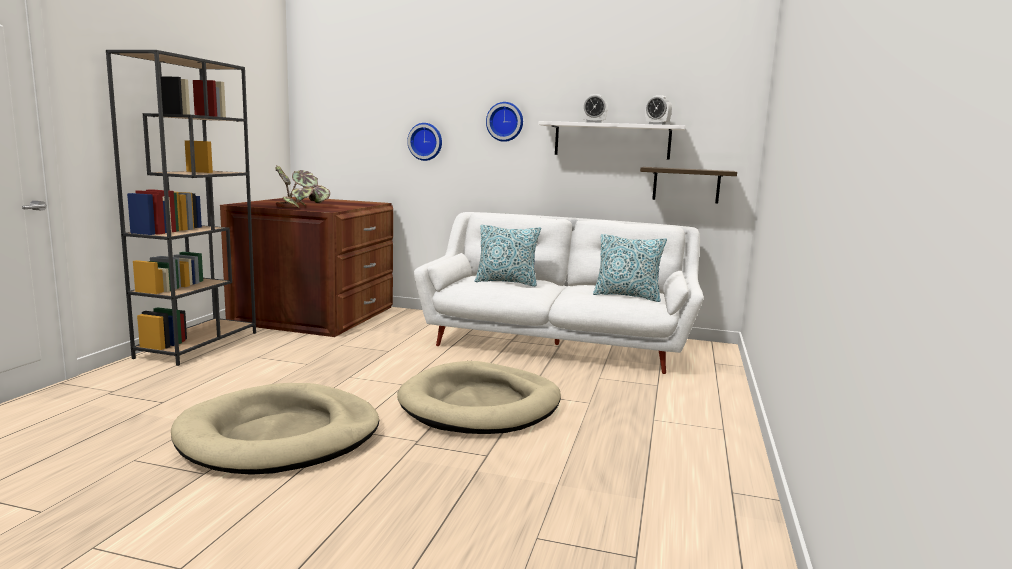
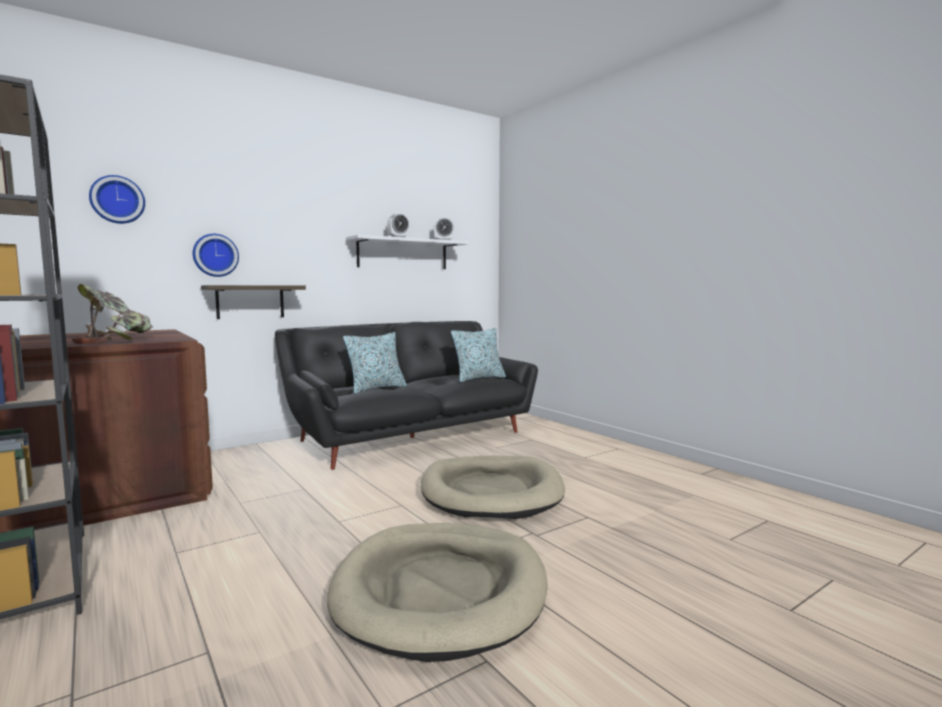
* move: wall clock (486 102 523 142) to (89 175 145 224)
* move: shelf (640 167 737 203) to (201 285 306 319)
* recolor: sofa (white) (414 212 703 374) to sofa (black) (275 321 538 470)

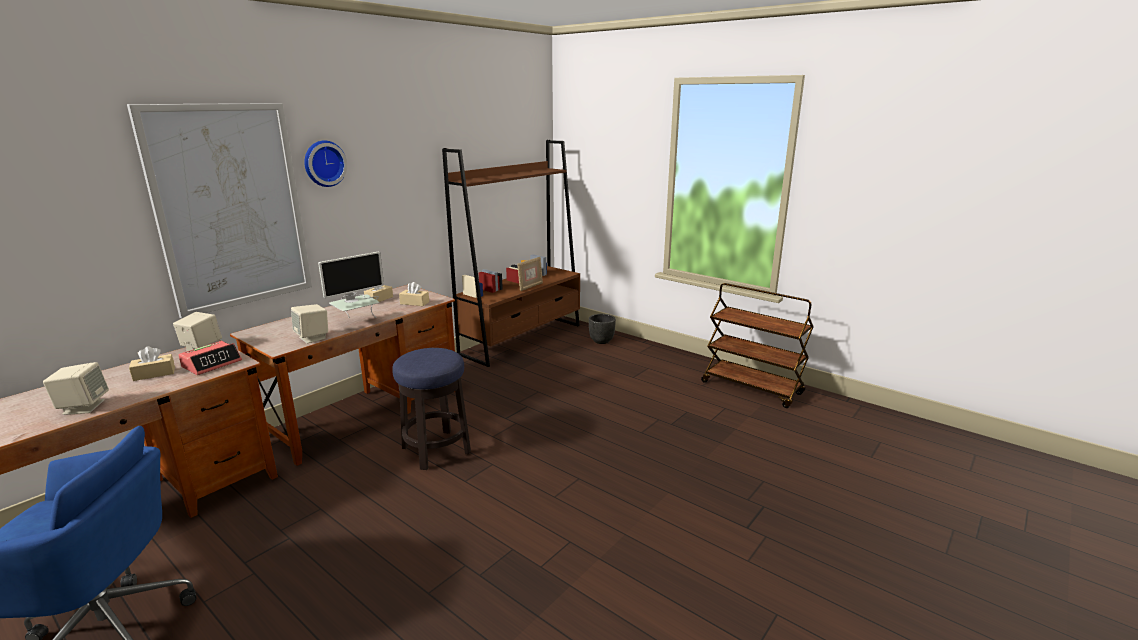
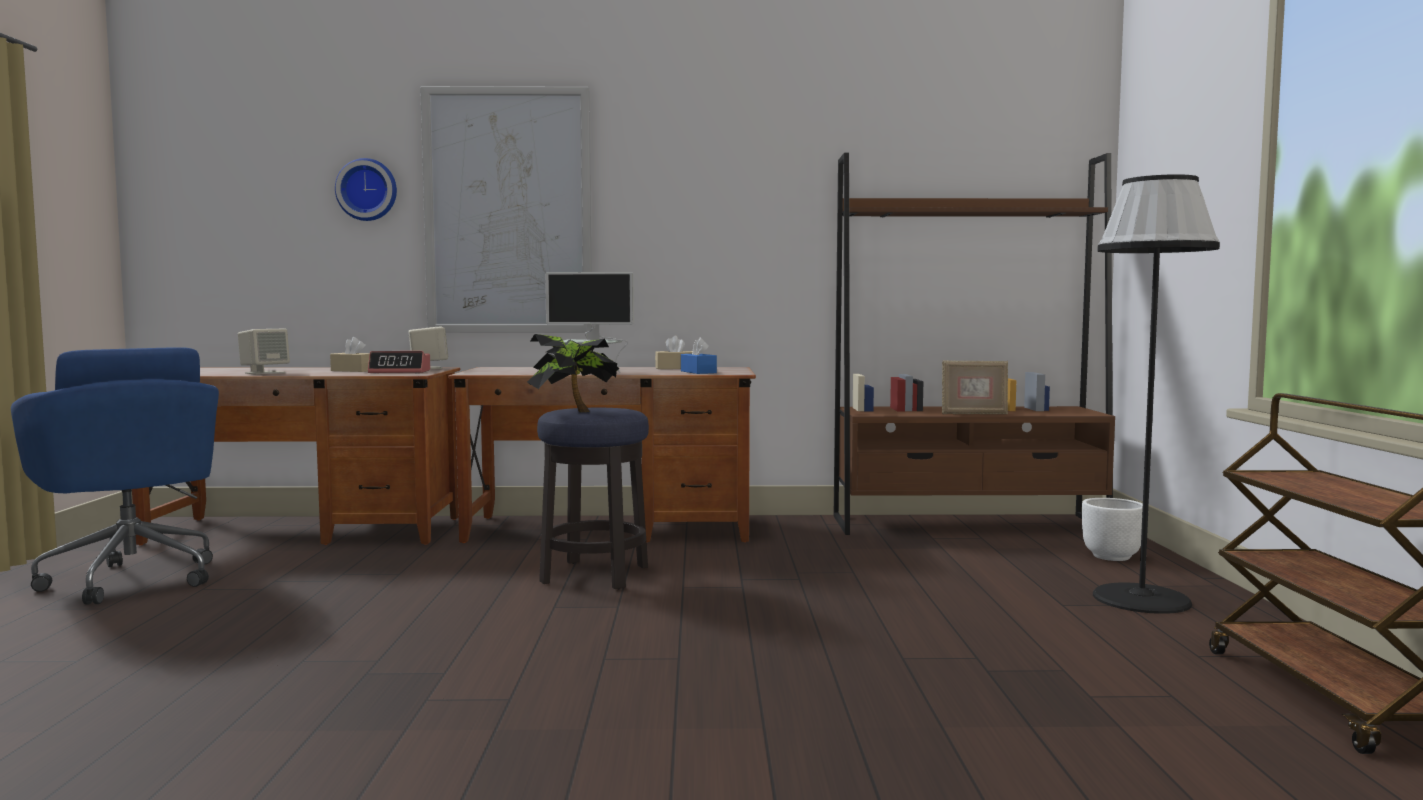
* move: wall clock (304 140 347 187) to (335 158 397 221)
* recolor: tissue box (beige) (399 282 429 306) to tissue box (blue) (681 338 717 374)
* delete: speaker (beige) (291 304 328 344)
* recolor: planter (black) (589 314 616 344) to planter (white) (1082 498 1143 561)
* insert: floor lamp (black) (1093 174 1220 614)
* insert: potted plant (527 334 619 412)

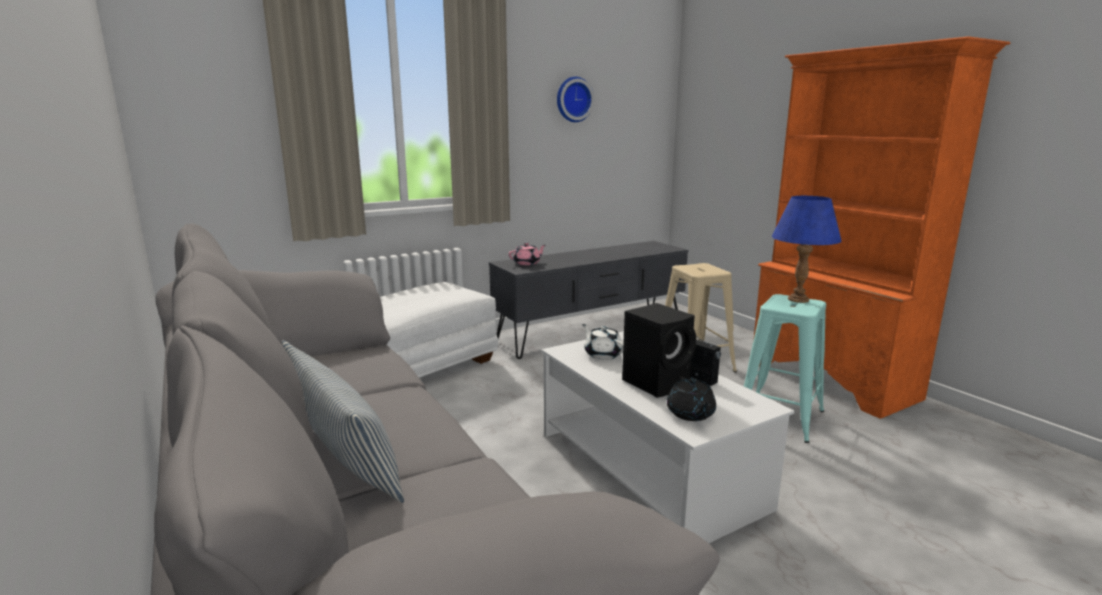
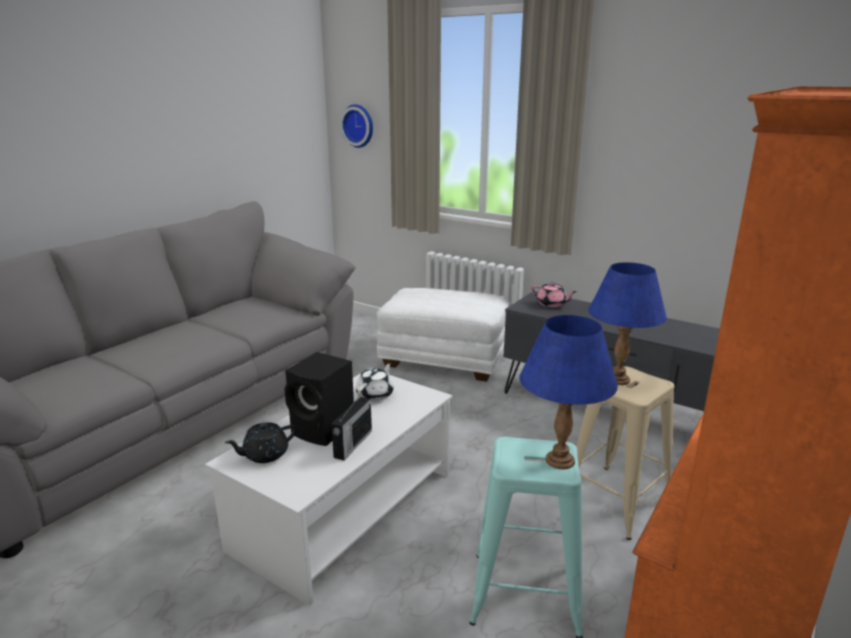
* move: wall clock (557 77 594 122) to (340 104 373 148)
* delete: pillow (282 340 404 503)
* insert: table lamp (blue) (588 262 667 385)

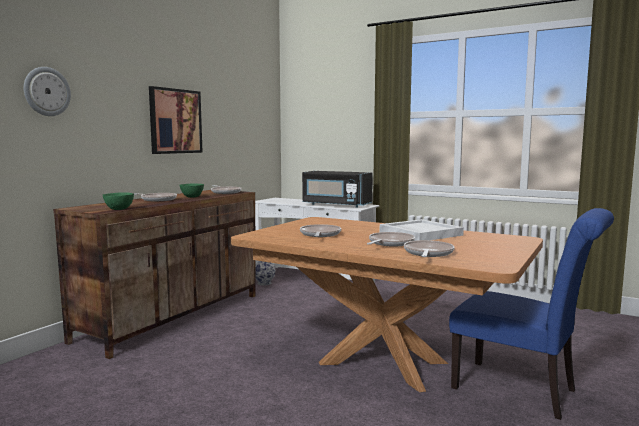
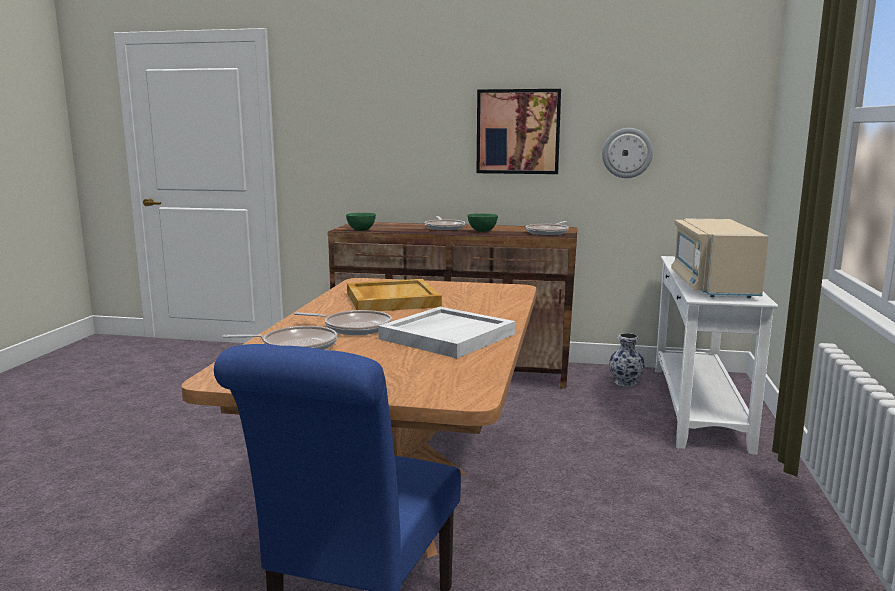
* move: wall clock (24 67 71 116) to (602 128 653 178)
* recolor: microwave (black) (302 171 373 208) to microwave (beige) (671 219 769 298)
* replace: frying pan (300 224 341 237) to tray (beige) (347 279 442 311)

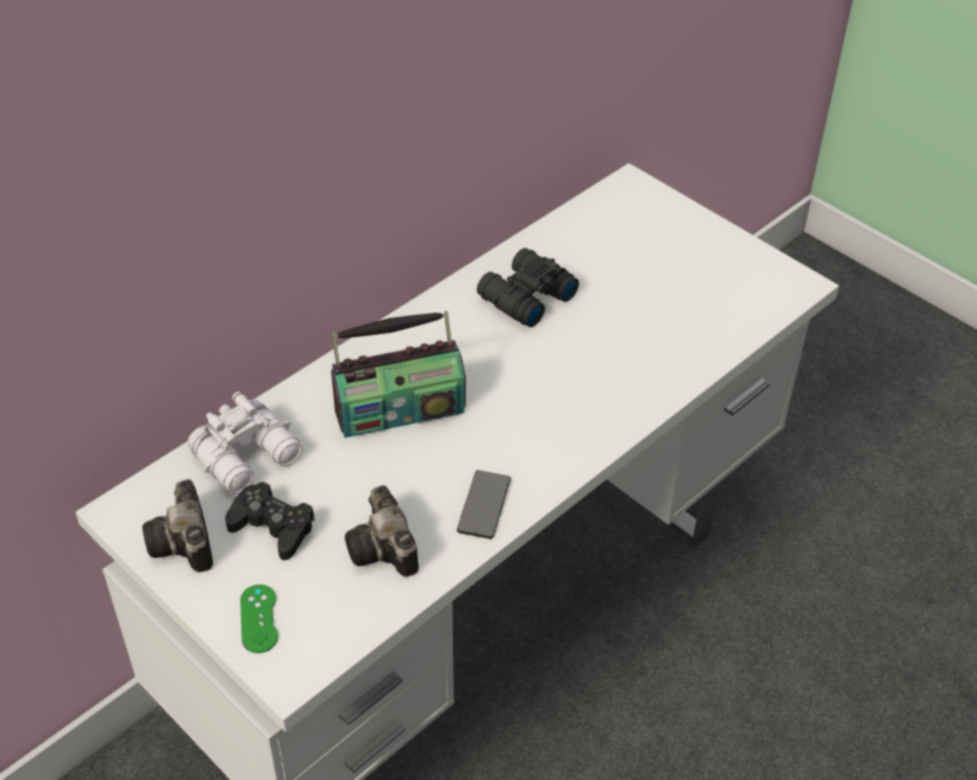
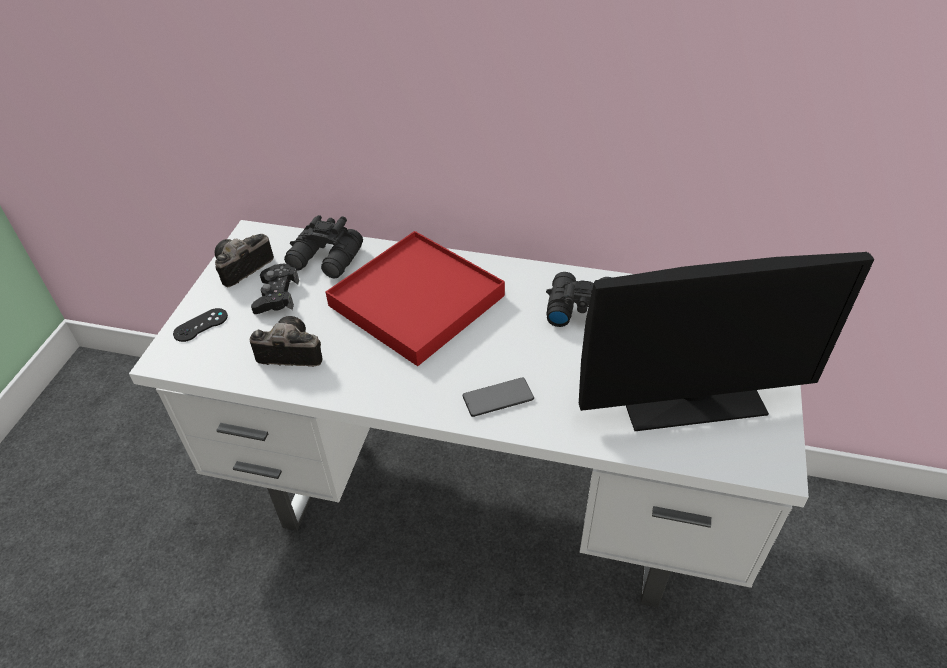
* replace: radio (331 311 466 438) to tray (red) (326 231 505 366)
* recolor: binoculars (white) (187 392 303 494) to binoculars (black) (284 215 363 278)
* move: phone (457 470 511 539) to (463 377 534 417)
* rotate: photo camera (345 485 419 577) = (250 316 322 367) 60 degrees clockwise
* recolor: game controller (green) (240 584 278 653) to game controller (black) (173 308 228 342)
* insert: monitor (579 252 874 431)

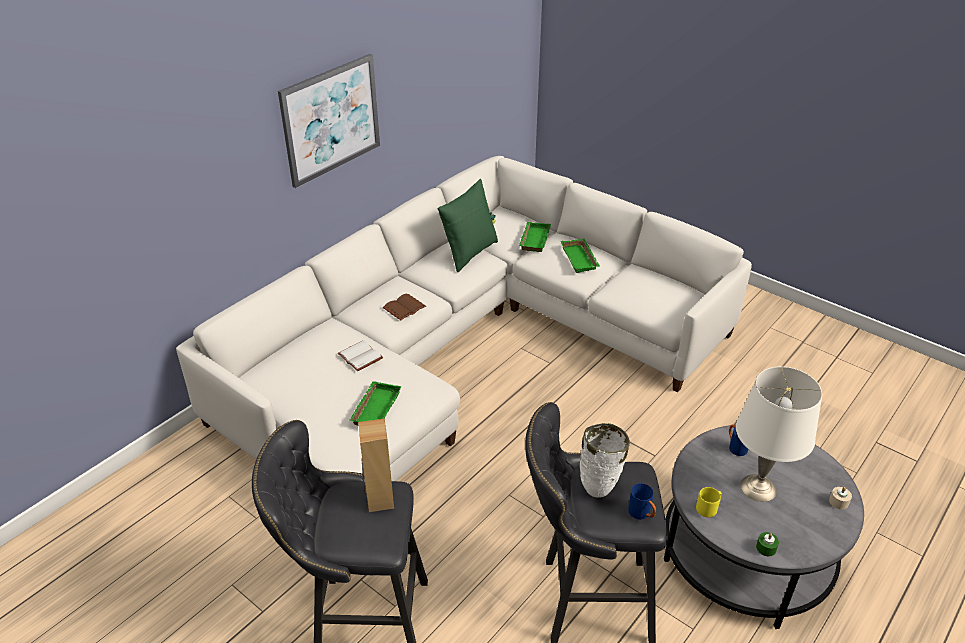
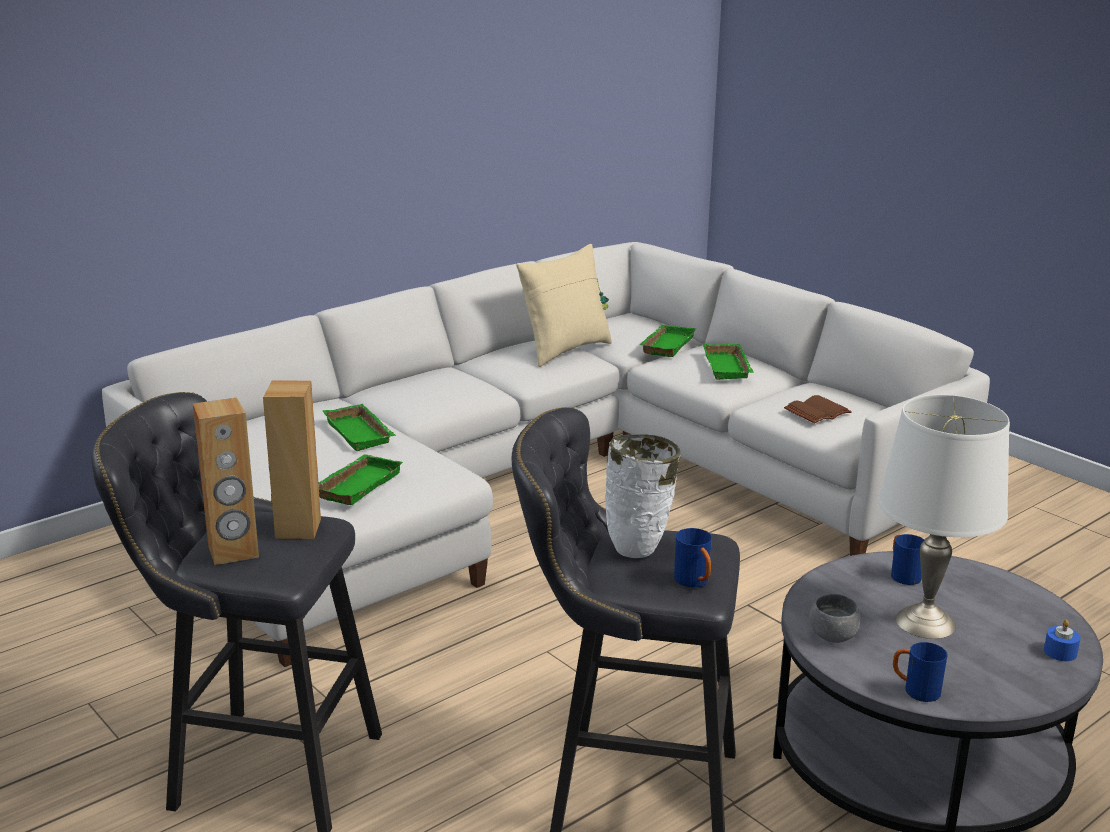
* delete: picture (278 54 380 188)
* recolor: pillow (green) (438 179 498 272) to pillow (beige) (516 244 612 367)
* move: book (brown) (383 293 426 320) to (784 395 852 423)
* replace: book (white) (338 340 383 371) to tray (green) (323 404 396 451)
* replace: mug (yellow) (696 487 722 517) to bowl (grey) (809 594 860 643)
* recolor: candle (beige) (829 487 852 509) to candle (blue) (1044 620 1081 661)
* replace: candle (green) (756 532 779 557) to mug (blue) (893 642 948 702)
* insert: speaker (brown) (193 398 259 565)

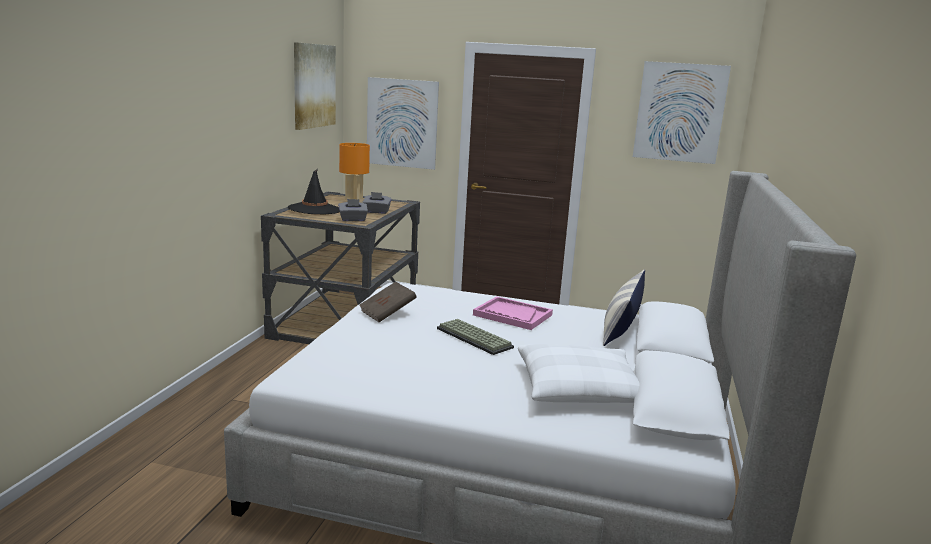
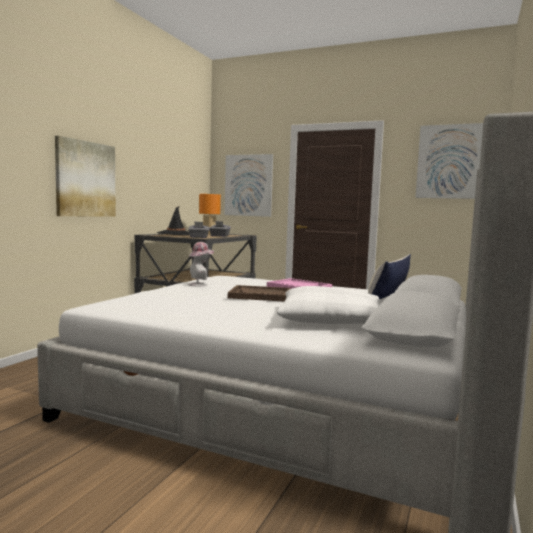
* move: picture (294 42 336 130) to (55 136 116 217)
* replace: book (brown) (359 282 417 322) to hat (188 242 214 286)
* replace: keyboard (437 319 514 355) to tray (brown) (228 285 291 302)

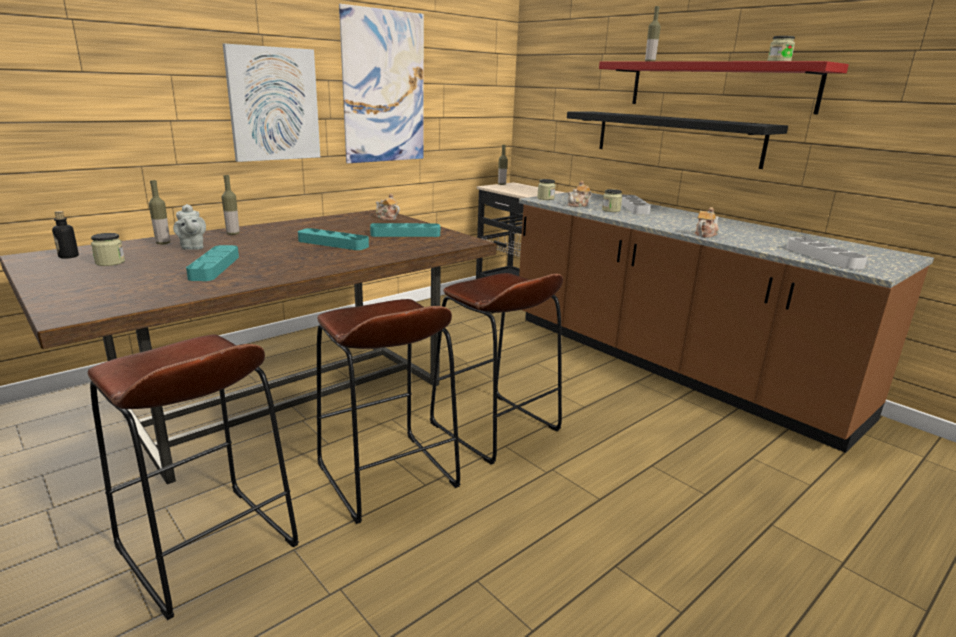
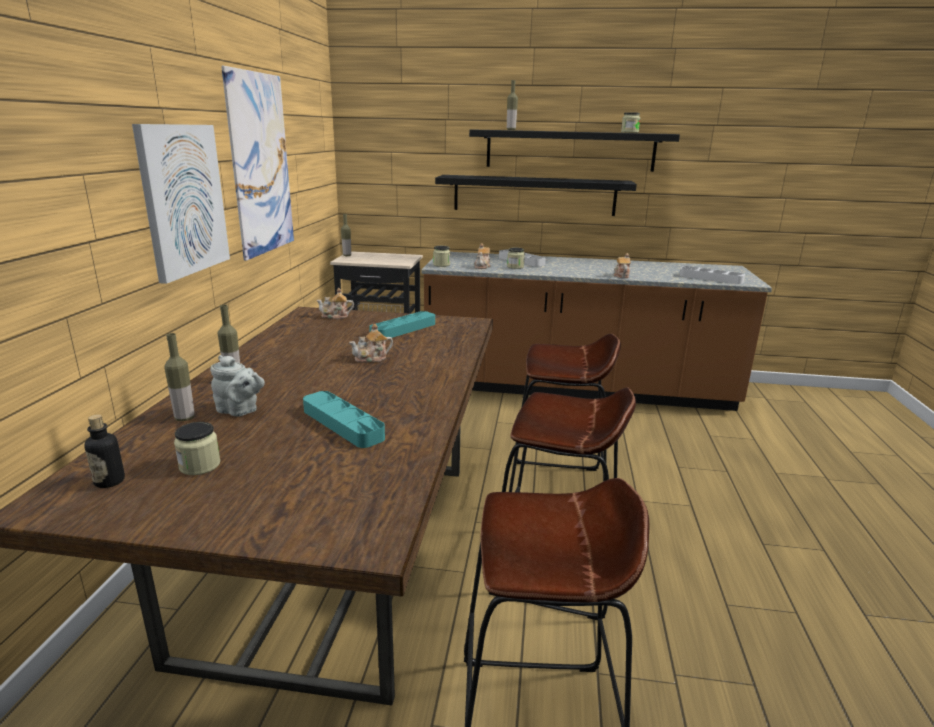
* recolor: shelf (red) (599 61 849 114) to shelf (black) (469 130 680 172)
* replace: tray (turquoise) (298 228 369 250) to teapot (349 324 393 363)

